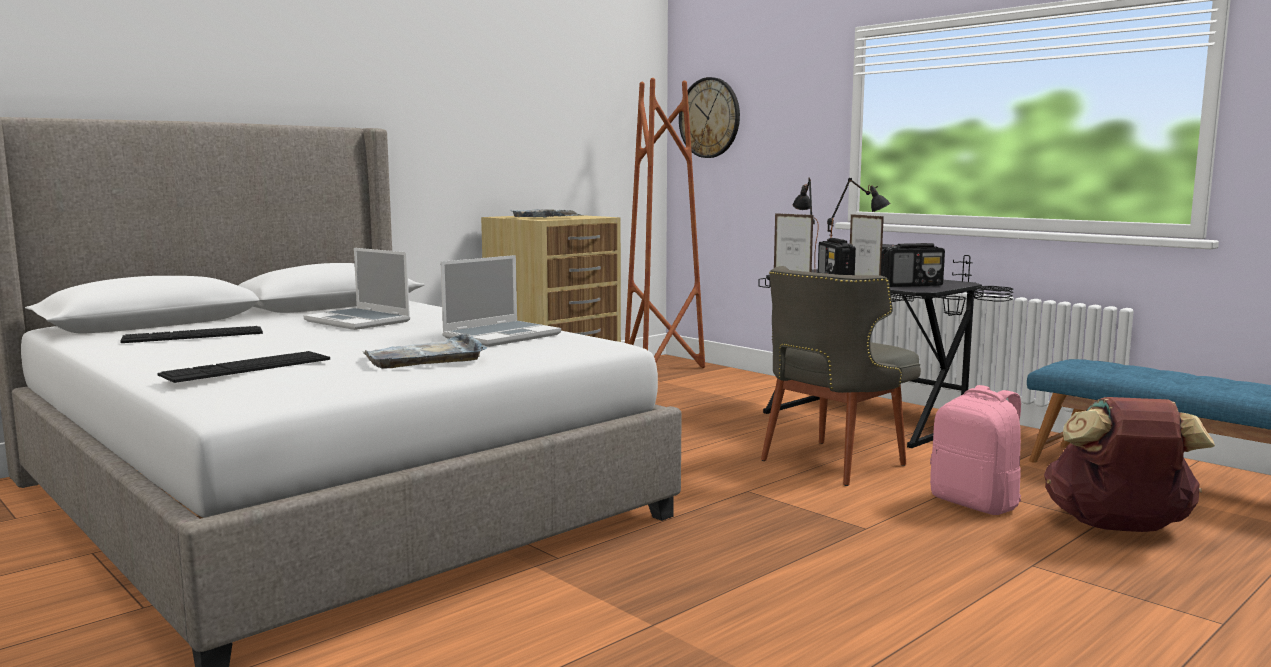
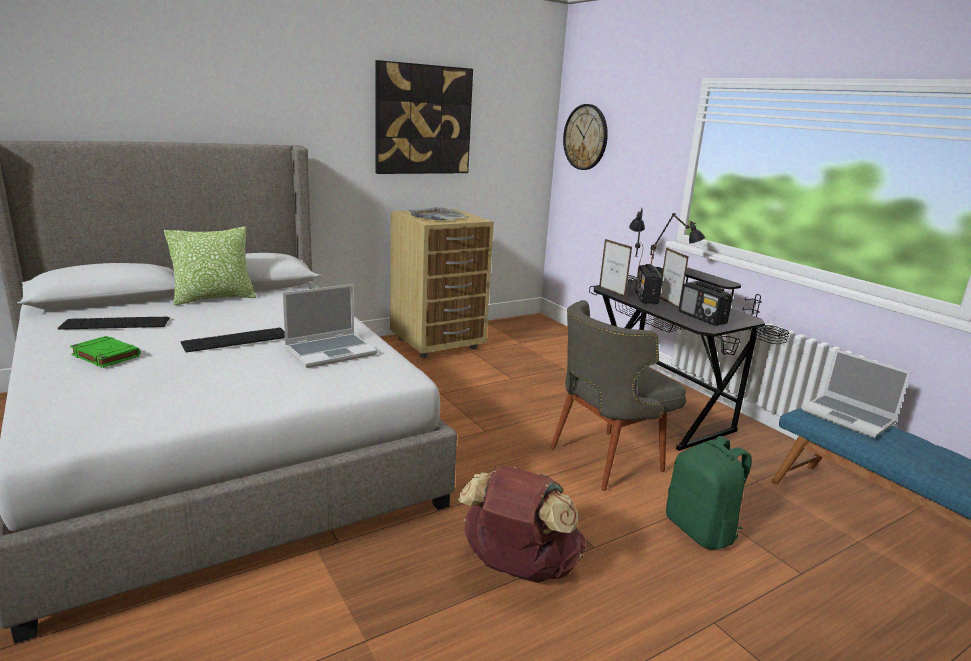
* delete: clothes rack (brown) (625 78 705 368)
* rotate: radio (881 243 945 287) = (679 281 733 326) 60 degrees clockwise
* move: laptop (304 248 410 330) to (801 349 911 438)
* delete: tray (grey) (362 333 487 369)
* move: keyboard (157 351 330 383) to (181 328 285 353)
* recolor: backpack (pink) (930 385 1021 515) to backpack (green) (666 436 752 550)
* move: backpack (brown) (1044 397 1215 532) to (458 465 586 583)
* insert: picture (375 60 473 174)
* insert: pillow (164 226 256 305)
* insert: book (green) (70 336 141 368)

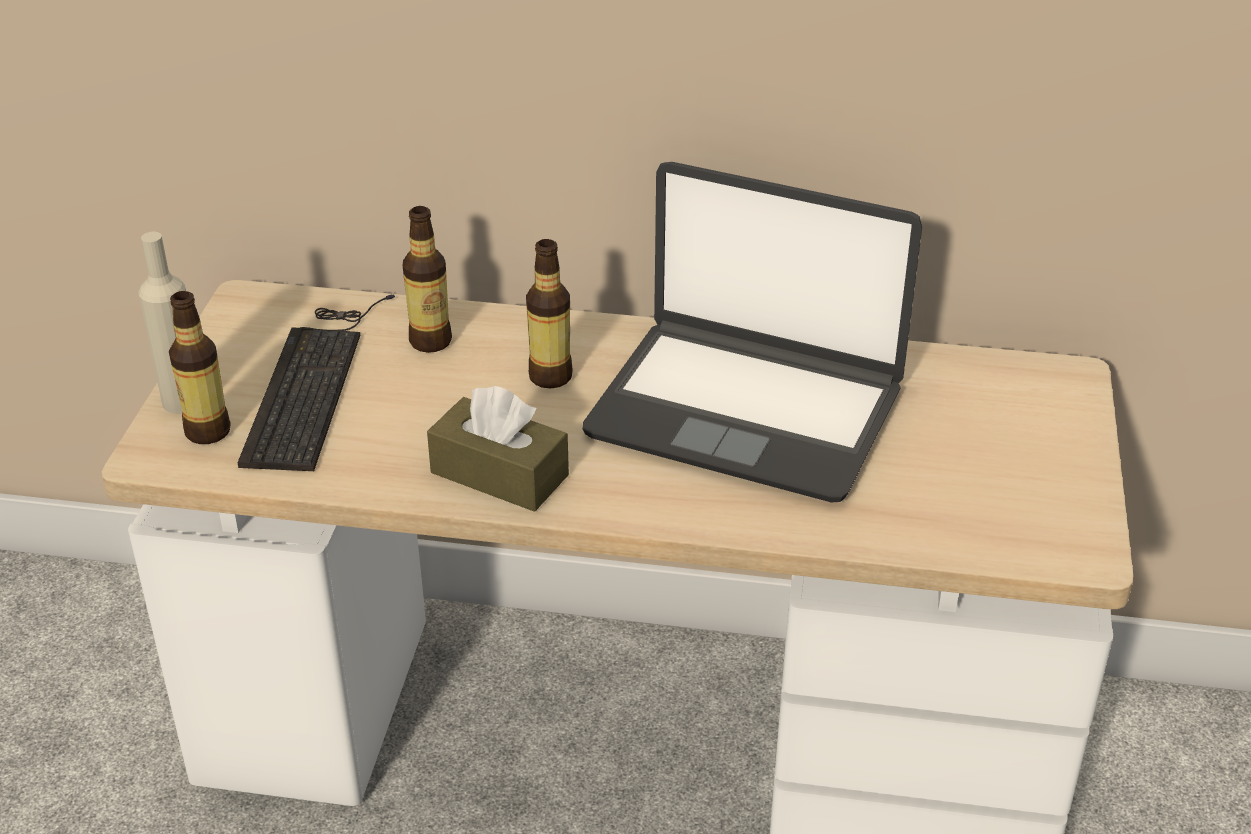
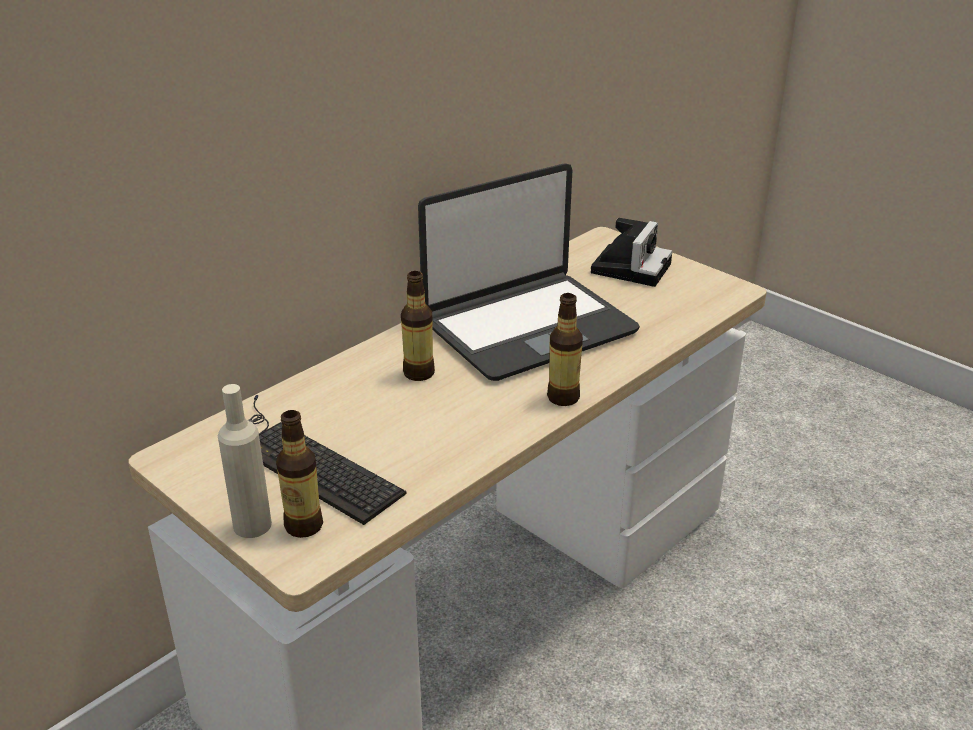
* move: bottle (403 206 452 353) to (547 293 583 406)
* delete: tissue box (brown) (427 386 569 512)
* insert: photo camera (591 218 672 287)

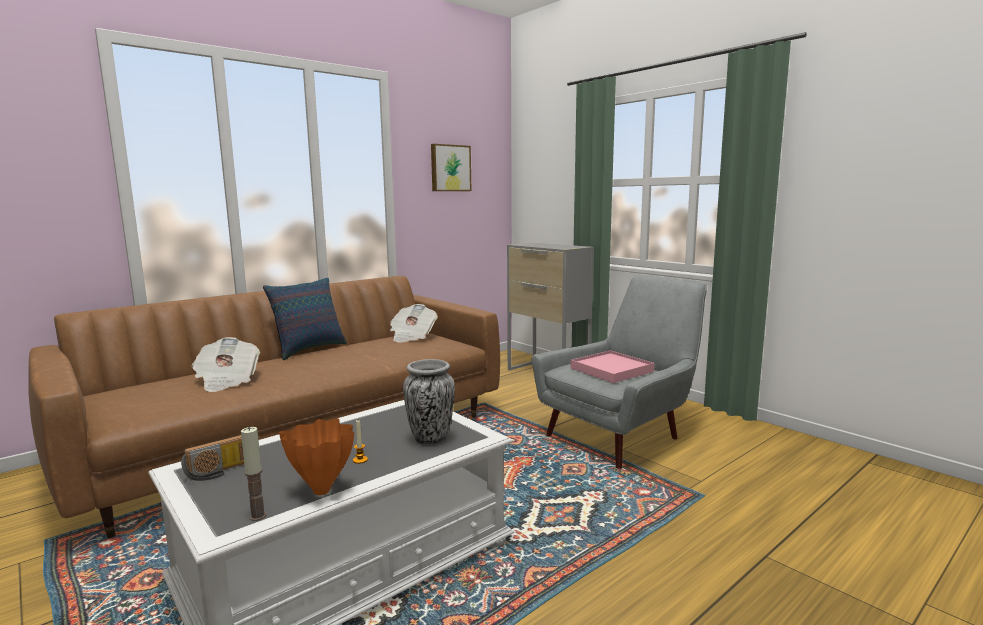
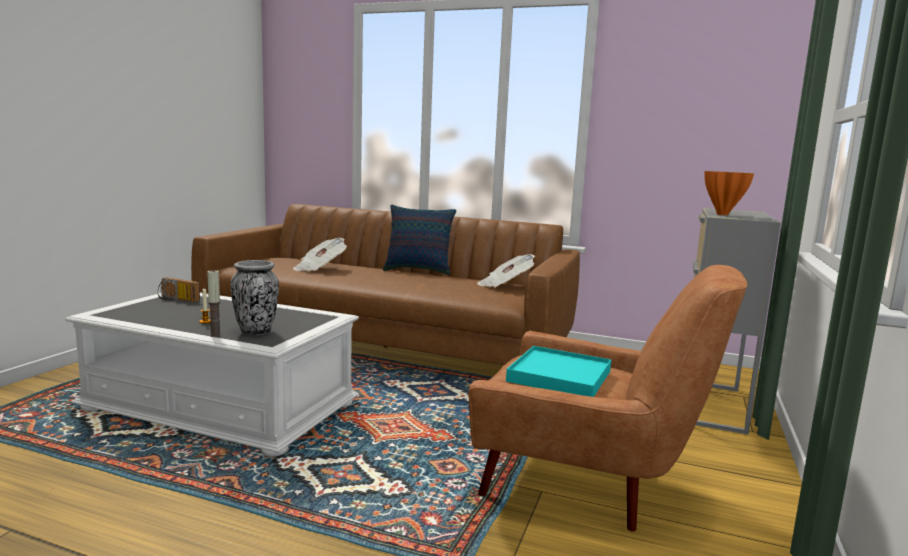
* delete: picture (431 144 471 191)
* recolor: armchair (grey) (531 275 707 469) to armchair (brown) (468 265 747 532)
* recolor: tray (pink) (571 350 655 383) to tray (turquoise) (506 346 611 397)
* move: vase (orange) (279 419 354 495) to (705 171 754 215)
* move: candle (241 427 267 521) to (207 269 222 337)

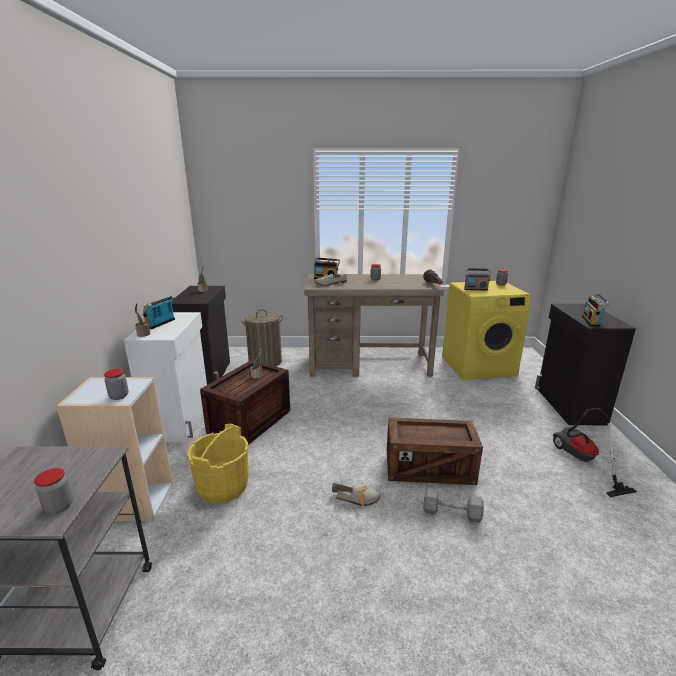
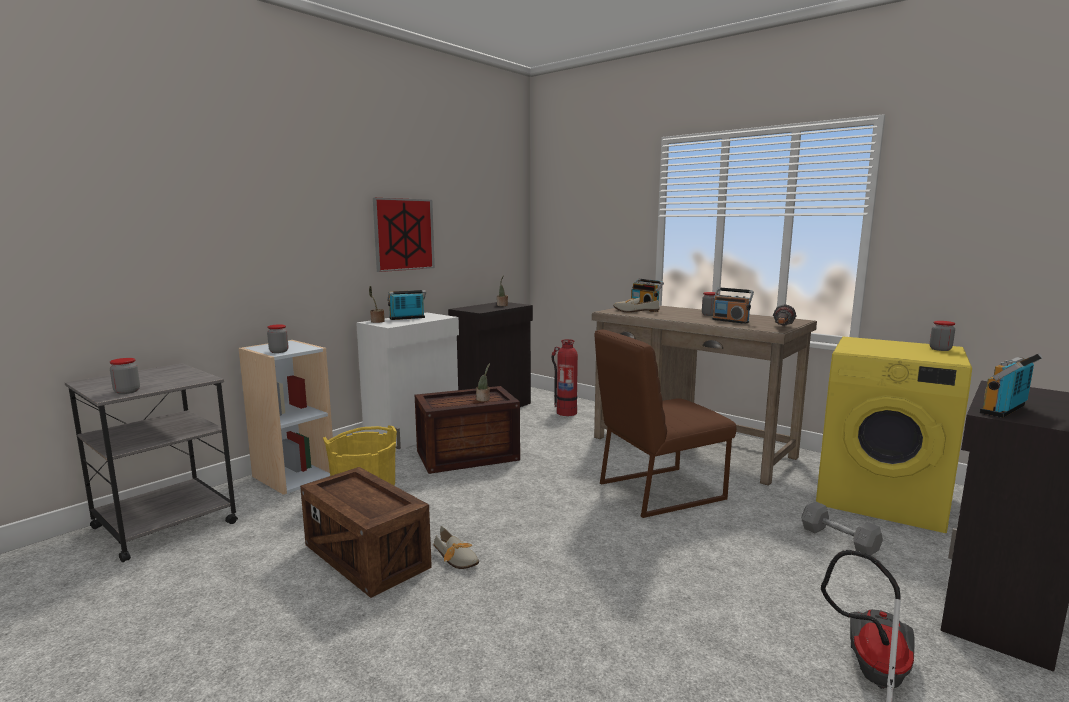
* move: radio (464 268 490 290) to (712 287 754 324)
* replace: laundry basket (241 309 283 367) to fire extinguisher (552 339 578 416)
* move: crate (387 417 483 485) to (300 467 432 598)
* move: dumbbell (grey) (423 488 484 523) to (801 501 883 555)
* insert: picture (373 198 435 272)
* insert: chair (brown) (594 330 736 518)

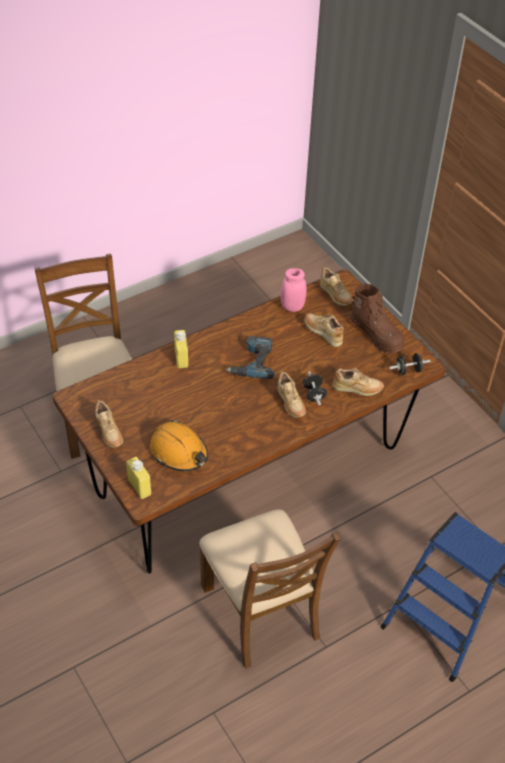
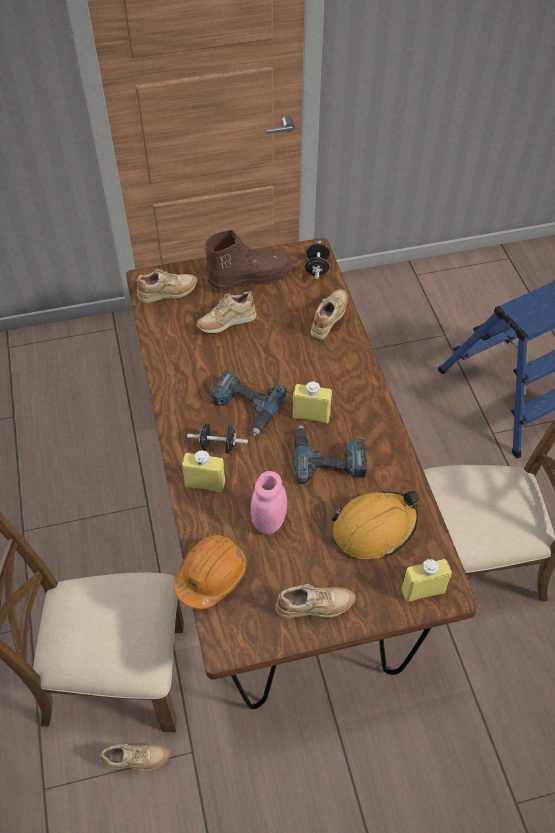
* move: jar (pink) (281 268 307 312) to (251 471 287 534)
* move: shoe (beige) (278 371 306 418) to (100 744 170 771)
* move: dumbbell (black) (303 371 327 406) to (187 423 248 453)
* insert: bottle (yellow) (293 381 332 424)
* insert: power drill (294 425 367 484)
* insert: hard hat (orange) (174 535 247 609)

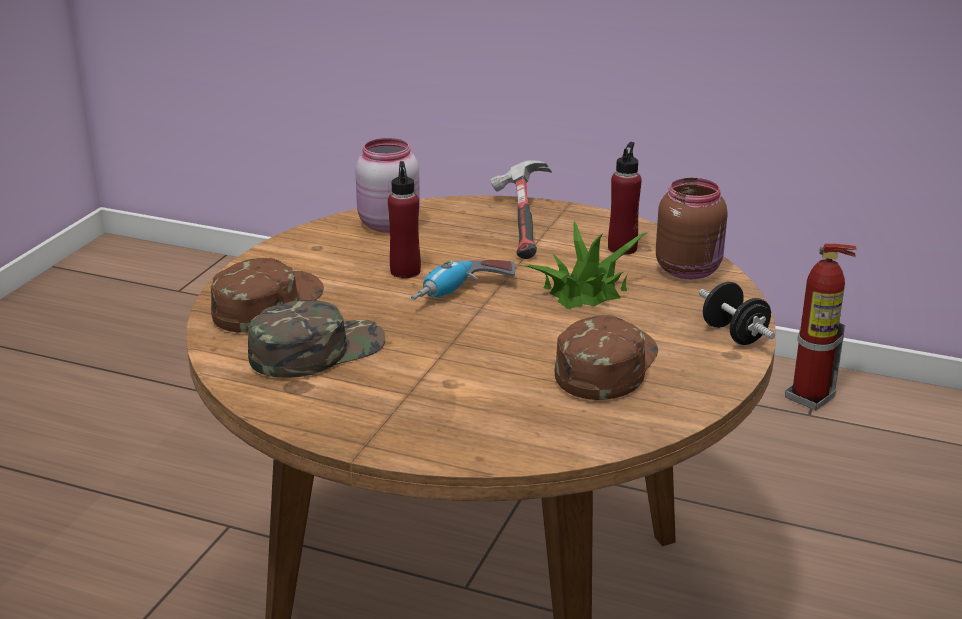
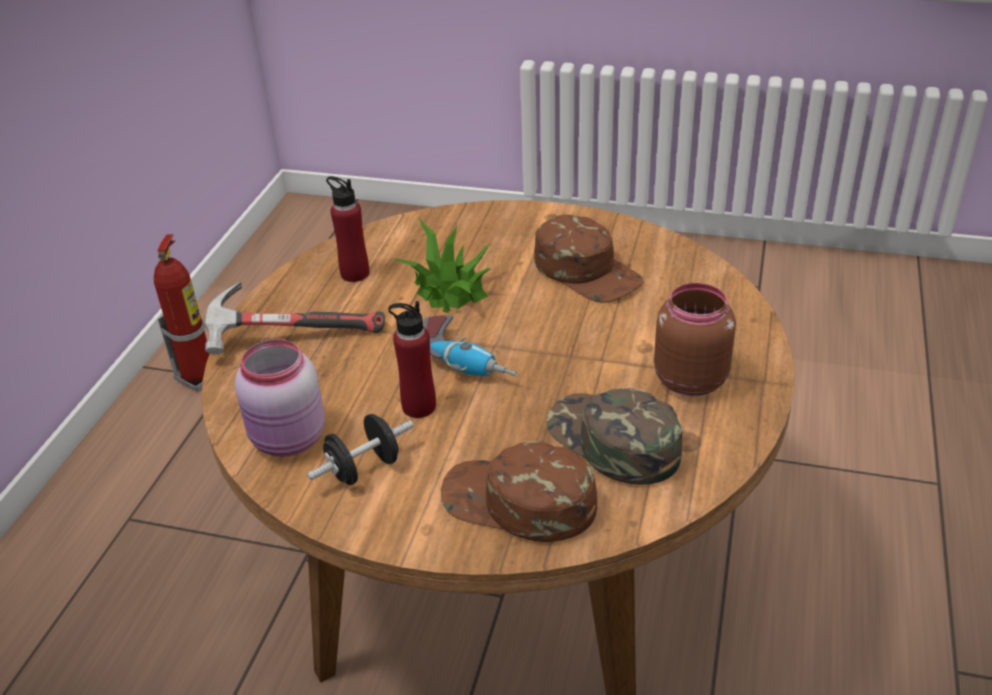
* move: jar (brown) (656 178 728 279) to (654 283 736 396)
* move: dumbbell (black) (699 282 775 345) to (307 414 413 485)
* rotate: cap (brown) (554 315 658 400) = (534 214 644 302) 150 degrees counterclockwise

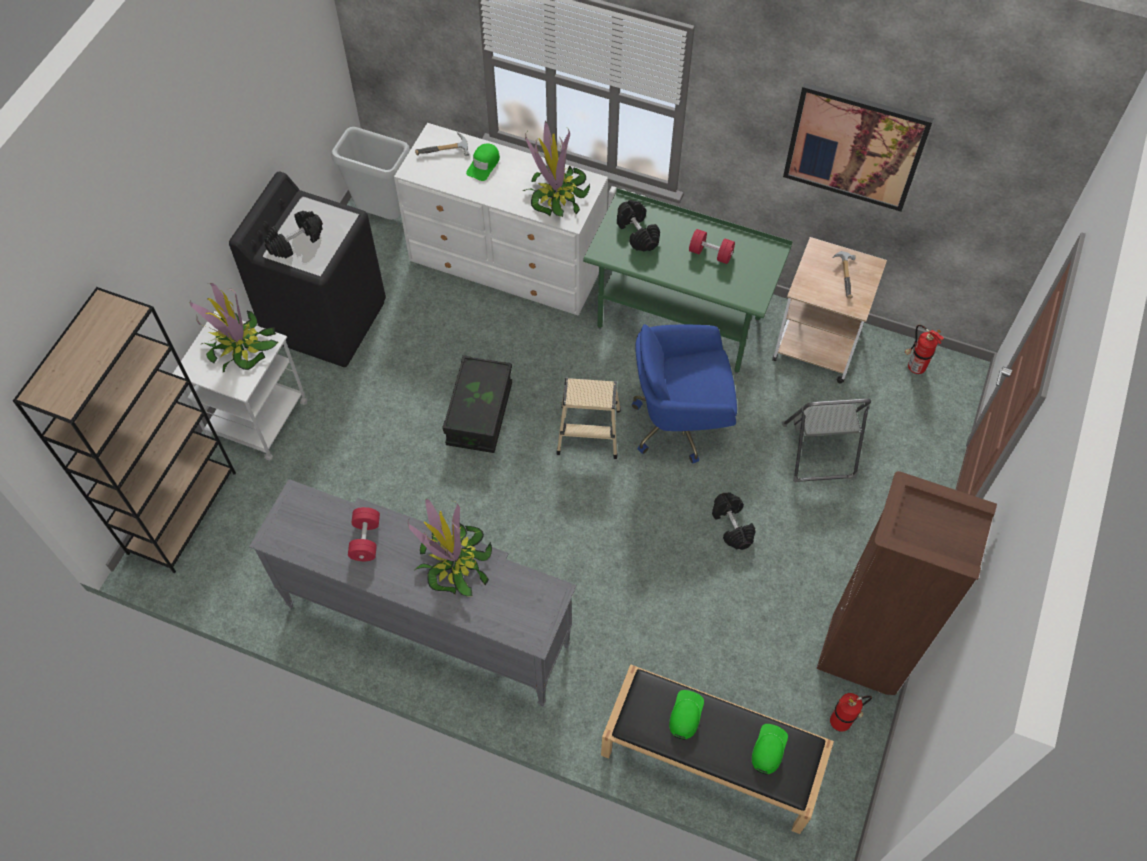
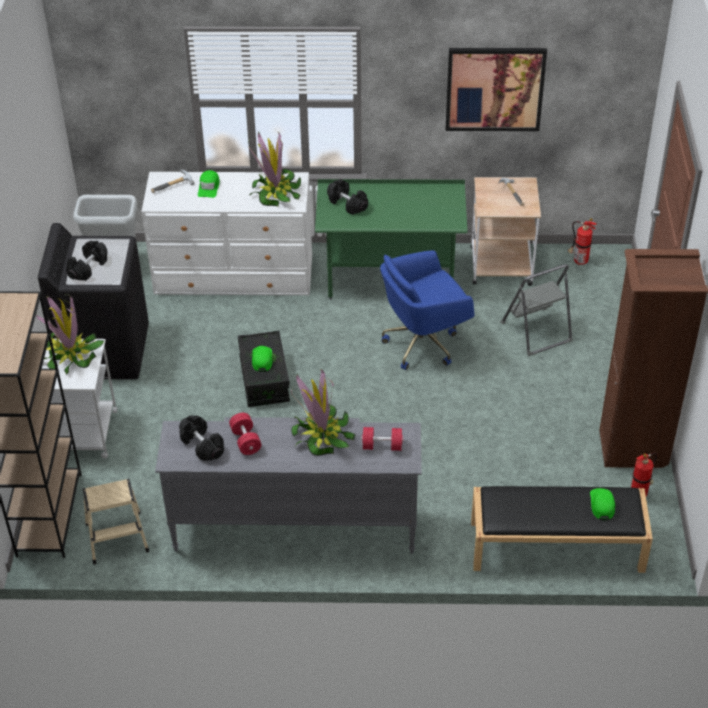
* move: dumbbell (red) (689 229 735 264) to (361 427 403 451)
* move: step ladder (beige) (557 378 621 459) to (82 478 149 565)
* move: dumbbell (black) (712 492 755 550) to (179 415 224 461)
* move: cap (green) (669 690 704 740) to (252 346 273 372)

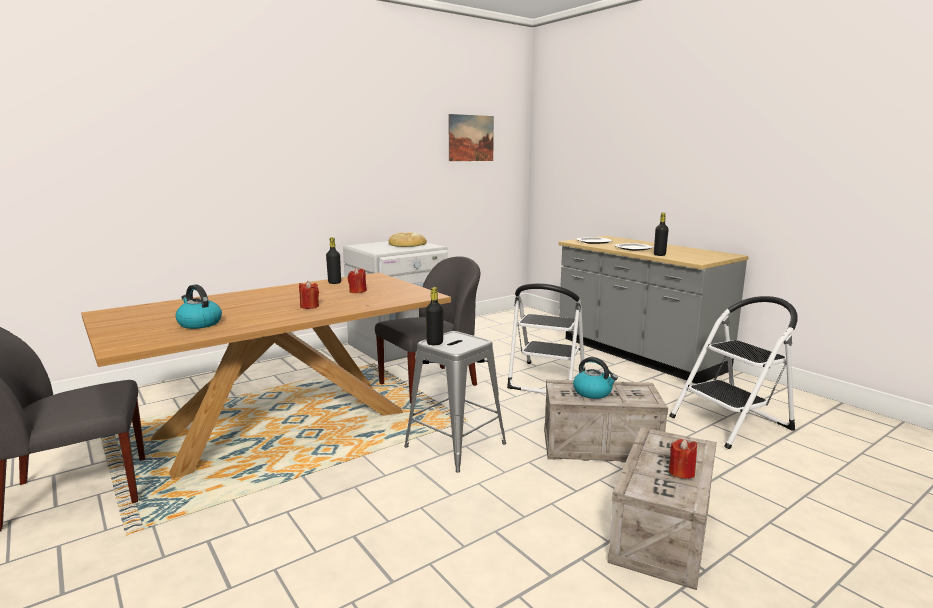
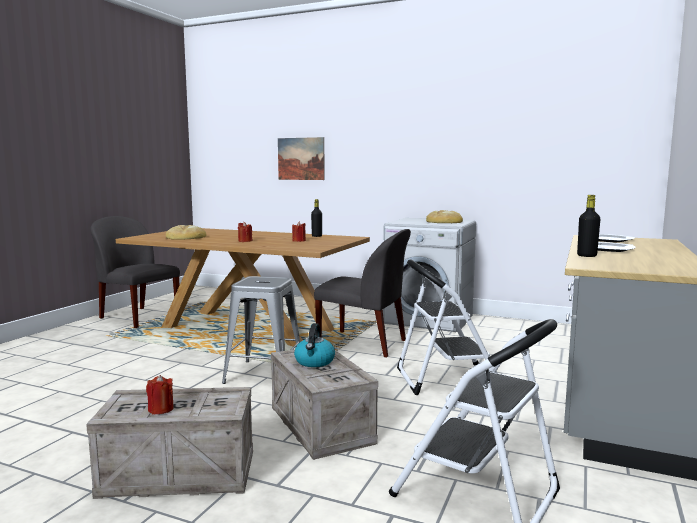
* move: picture (448 114 494 161) to (278 137 325 180)
* replace: kettle (176 284 222 329) to bread (166 225 207 240)
* delete: bottle (black) (426 287 443 345)

